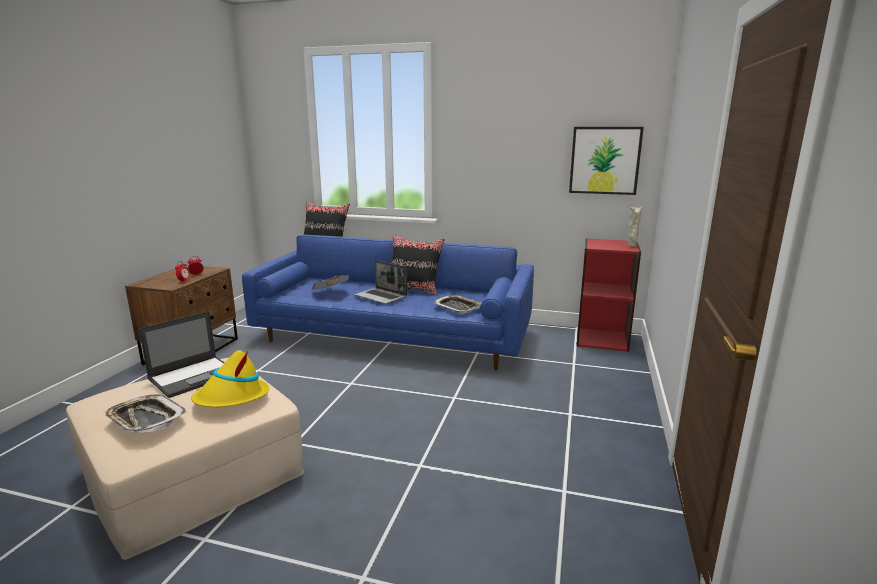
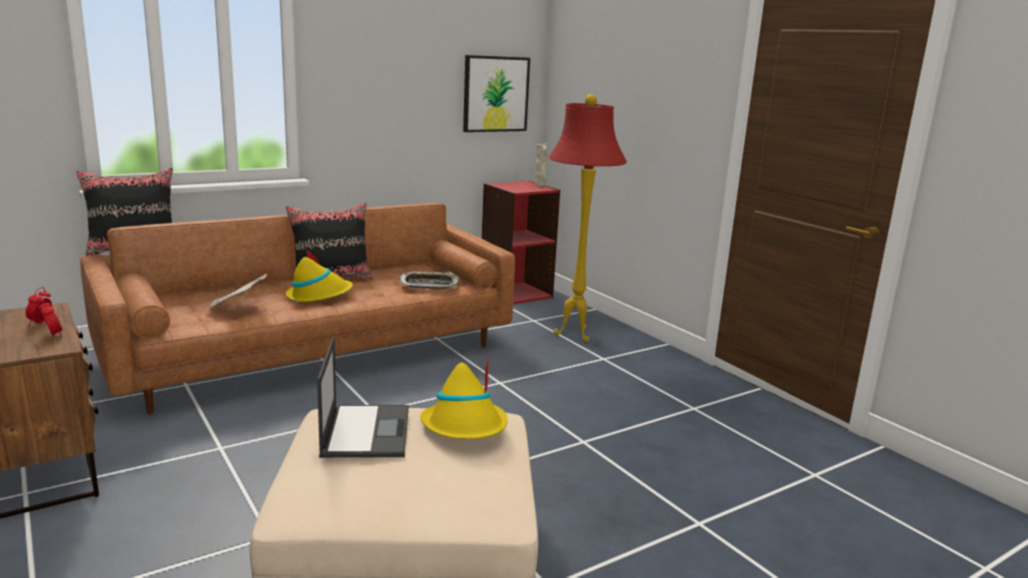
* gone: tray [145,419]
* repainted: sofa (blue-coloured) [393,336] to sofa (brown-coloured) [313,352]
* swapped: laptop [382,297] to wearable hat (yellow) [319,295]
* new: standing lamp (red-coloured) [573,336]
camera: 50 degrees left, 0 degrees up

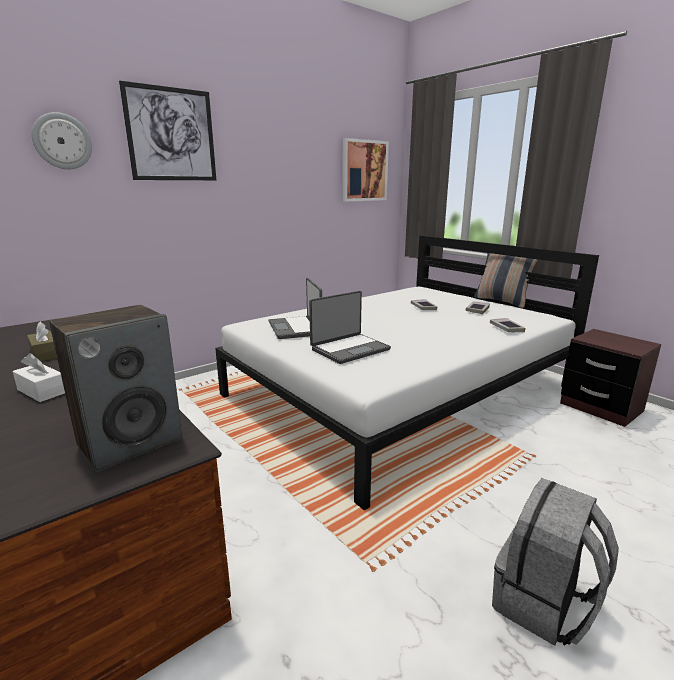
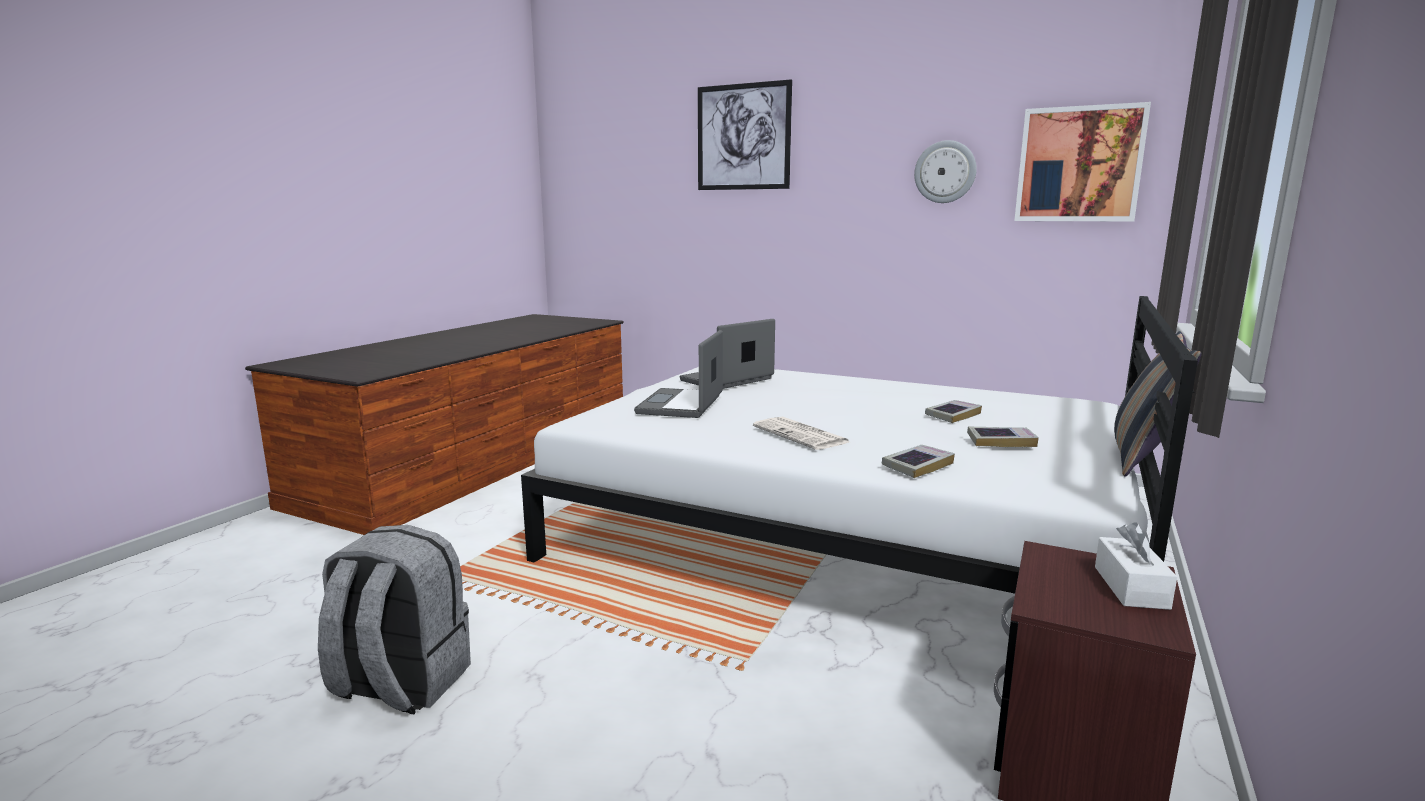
* shifted: box of tissues (white) [42,391] to [1131,587]
* gone: box of tissues (brown-coloured) [45,354]
* shifted: clock on the wall [62,141] to [945,172]
* gone: loudspeaker [131,441]
* rotated: laptop [349,349] = [682,405] 75 degrees clockwise
* new: newspaper [802,435]
camera: 65 degrees right, 5 degrees down

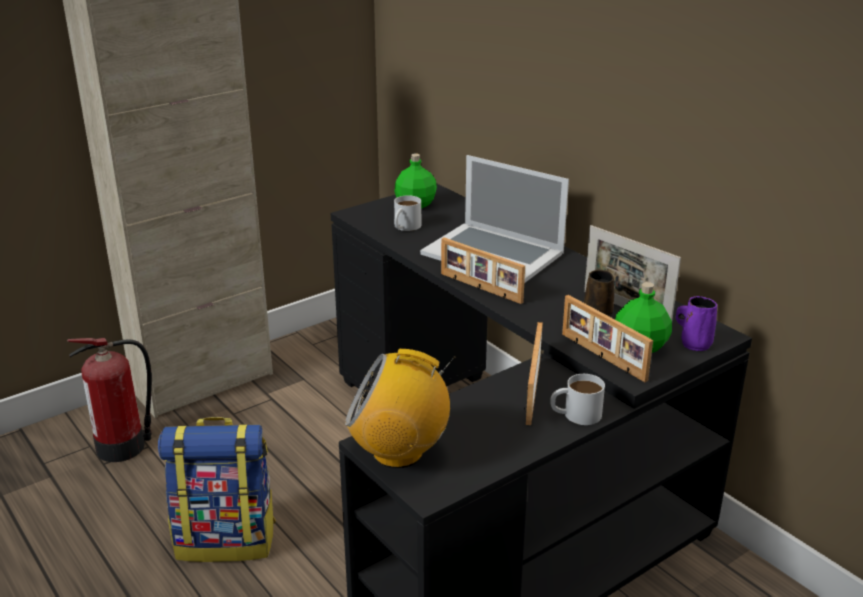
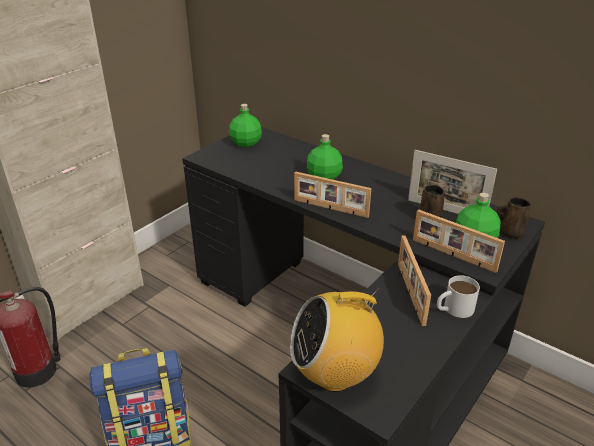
* gone: tea mug (white) [405,227]
* swapped: laptop [493,253] to beverage bottle (greenish) [324,177]
* repainted: tea mug (purplish) [694,343] to tea mug (brown-coloured) [510,233]
camera: 15 degrees left, 5 degrees up

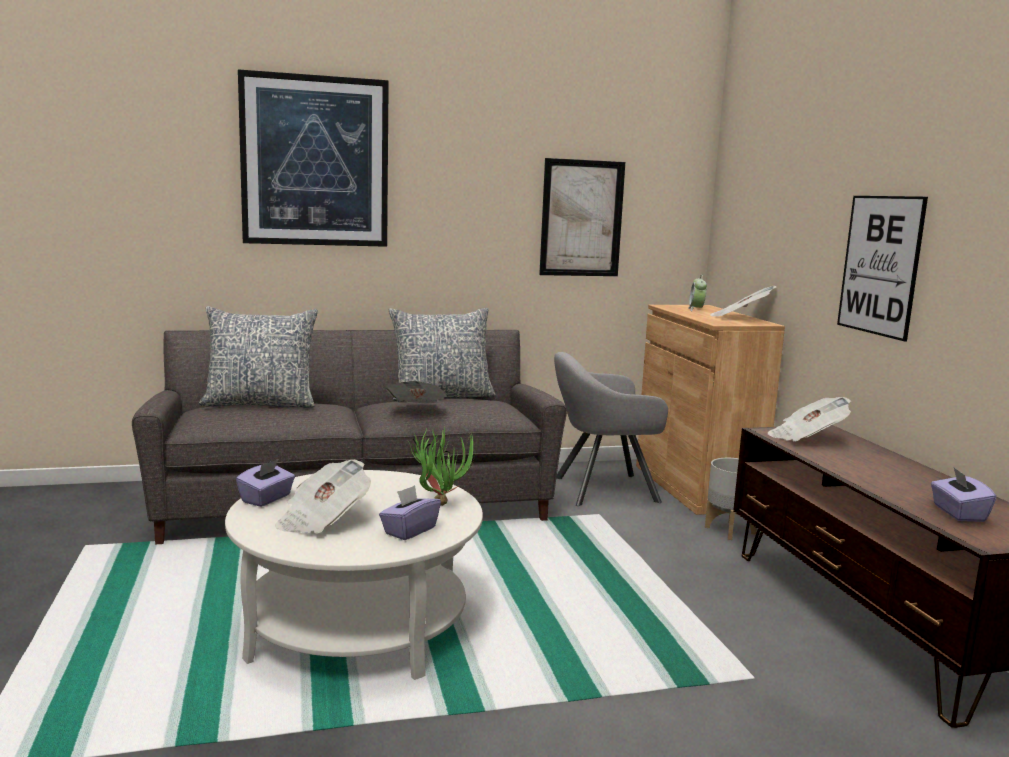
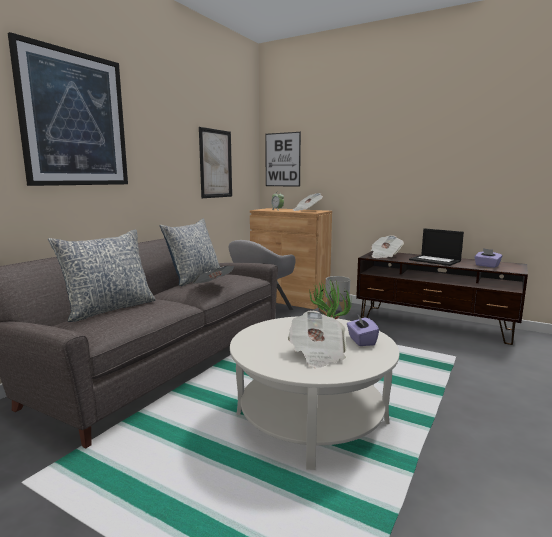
* gone: box of tissues (purplish) [266,499]
* shifted: picture [880,265] to [282,159]
* new: laptop [435,260]
camera: 45 degrees left, 0 degrees up

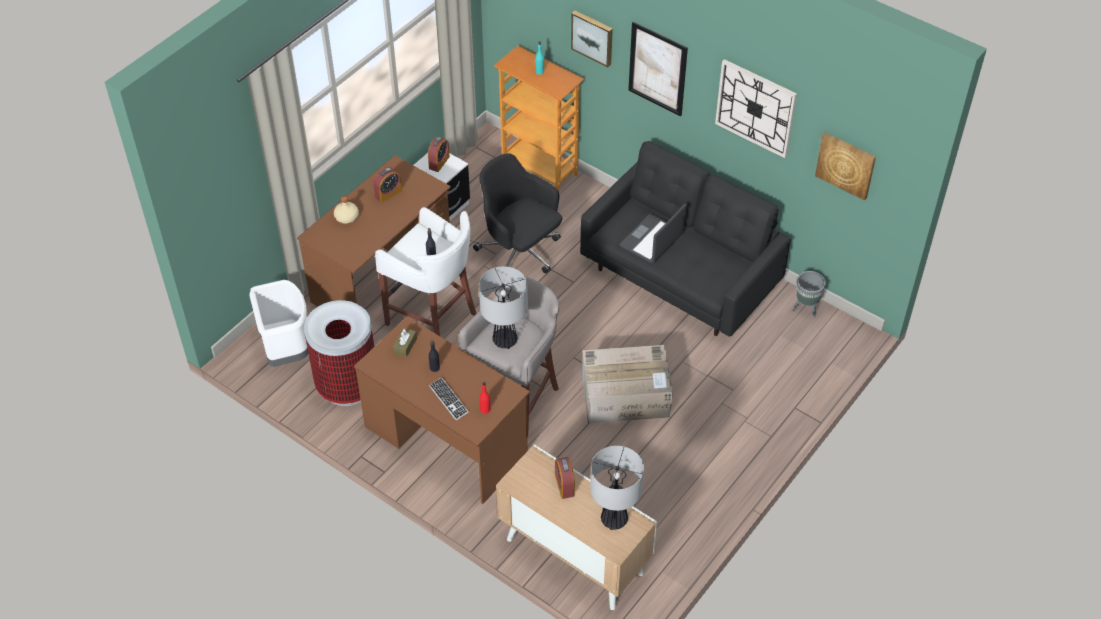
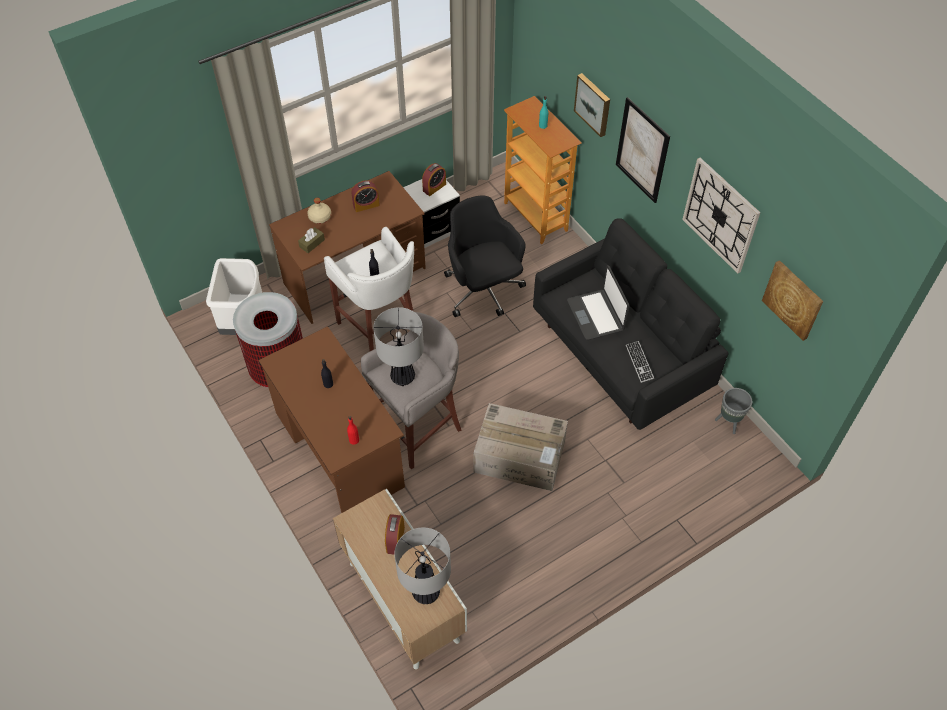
* shifted: box of tissues (brown-coloured) [405,346] to [312,243]
* shifted: computer keyboard [448,399] to [639,362]
* rotated: laptop [652,240] = [596,315] 75 degrees counterclockwise
camera: 20 degrees right, 5 degrees up

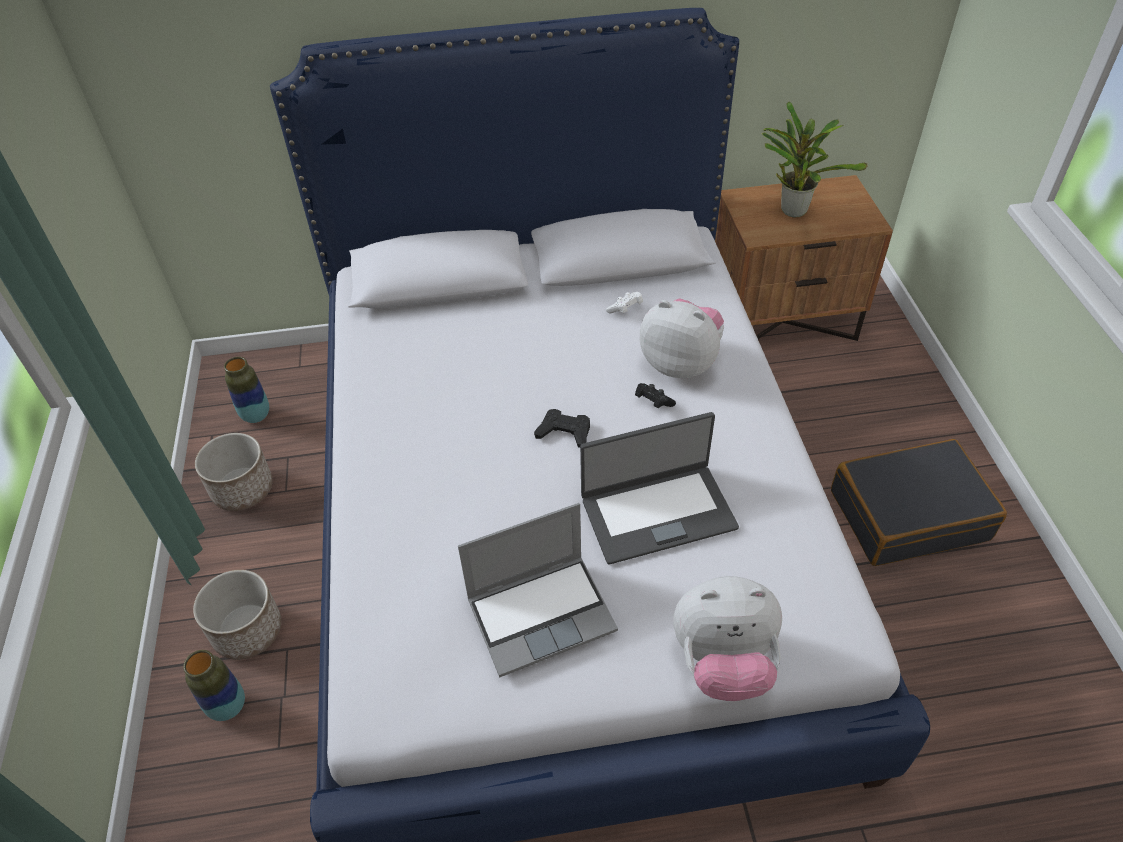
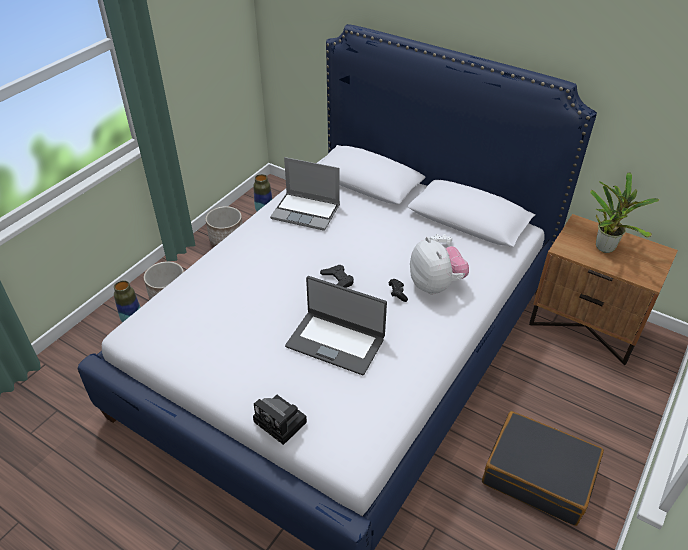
* shifted: laptop [542,613] to [307,212]
* swapped: plush toy [723,662] to still camera [282,423]
camera: 40 degrees right, 5 degrees down

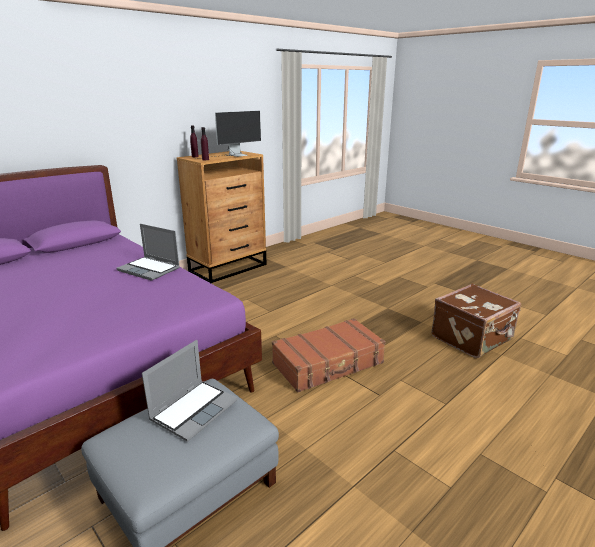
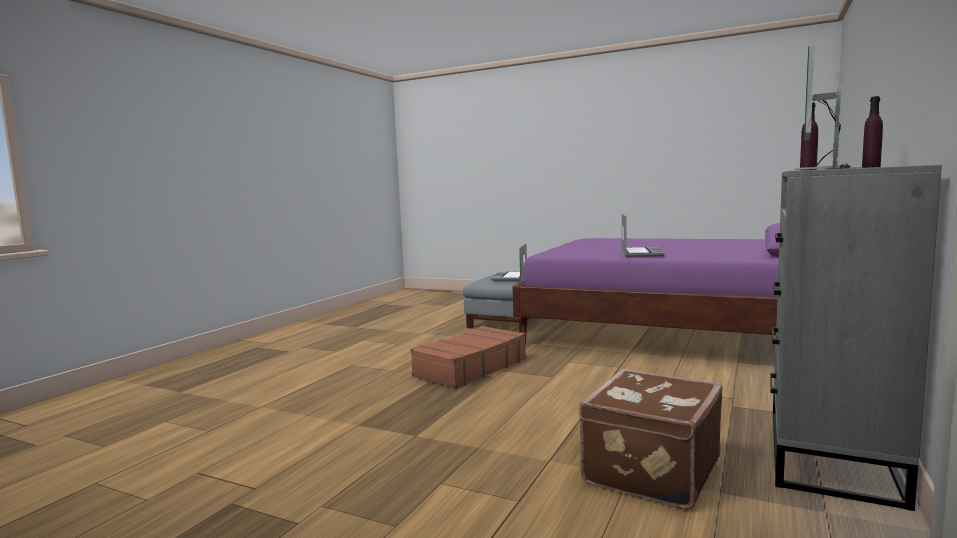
* rotated: laptop [150,269] = [640,253] 90 degrees clockwise
* repainted: chest of drawers (brown-coloured) [228,267] to chest of drawers (greyish) [830,456]
* shifted: suitcase (brown-coloured) [472,339] to [649,471]
camera: 160 degrees right, 15 degrees down

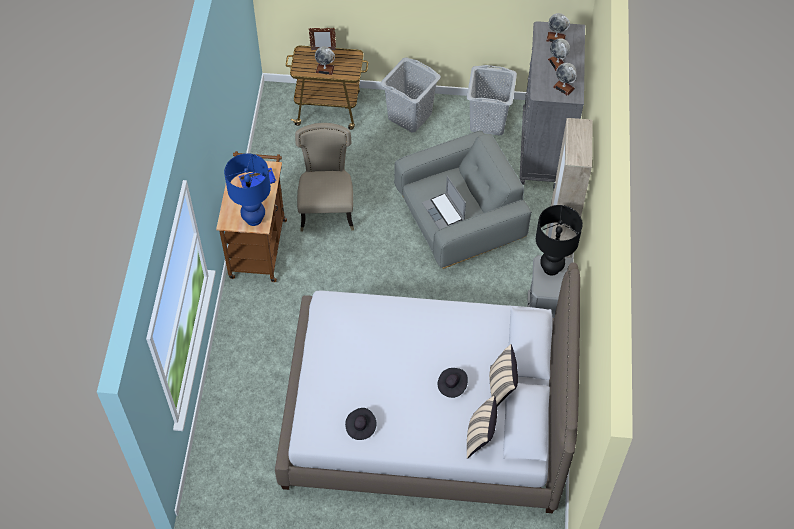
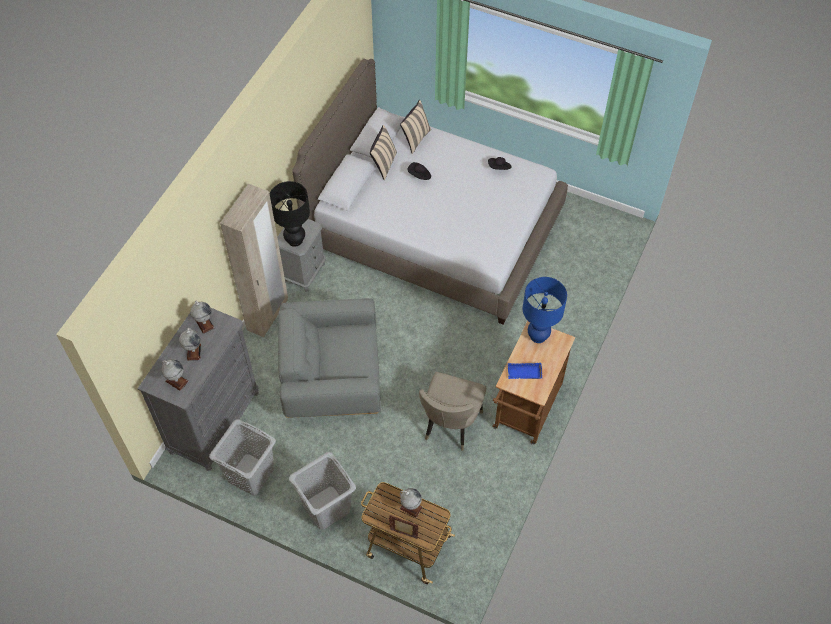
* gone: laptop [444,212]
camera: 160 degrees left, 0 degrees up

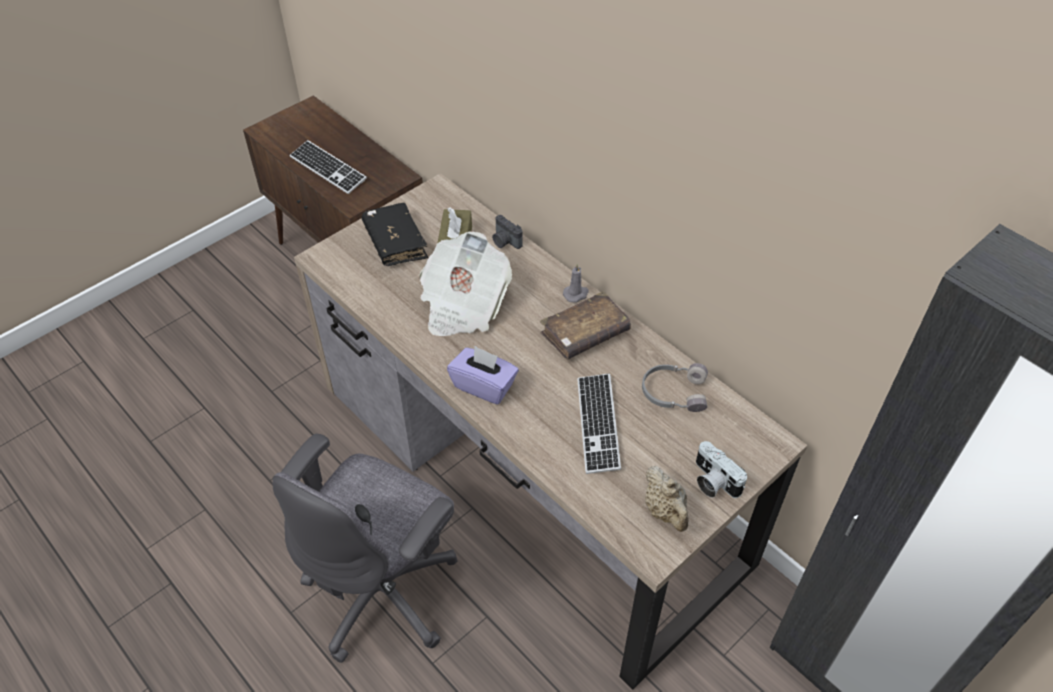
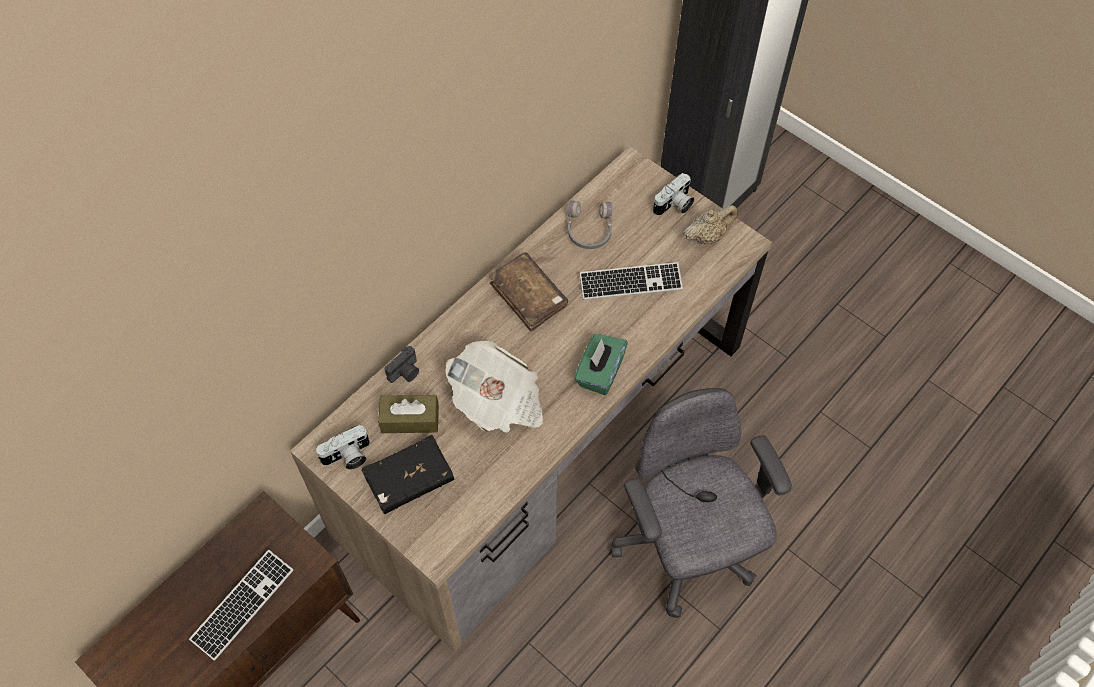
* rotated: computer chair (greyish) [384,590] = [685,548] 135 degrees counterclockwise
* repainted: box of tissues (purplish) [484,385] to box of tissues (greenish) [599,372]
* gone: wax candle (greyish) [576,294]
* new: still camera [348,457]
camera: 95 degrees left, 10 degrees up

